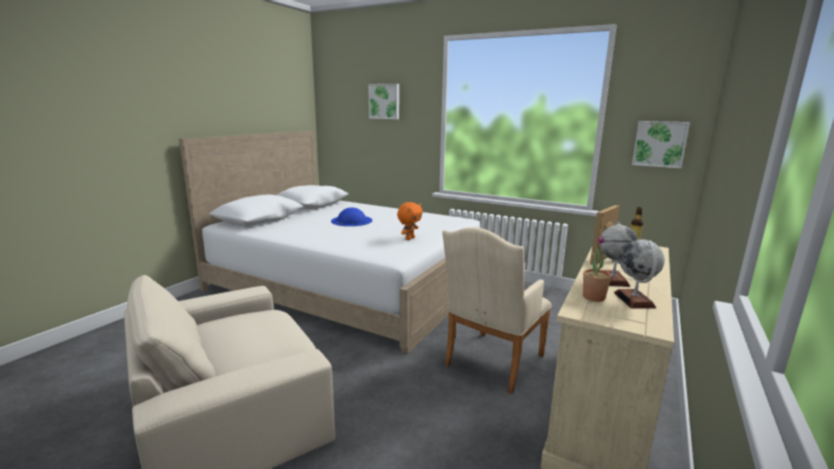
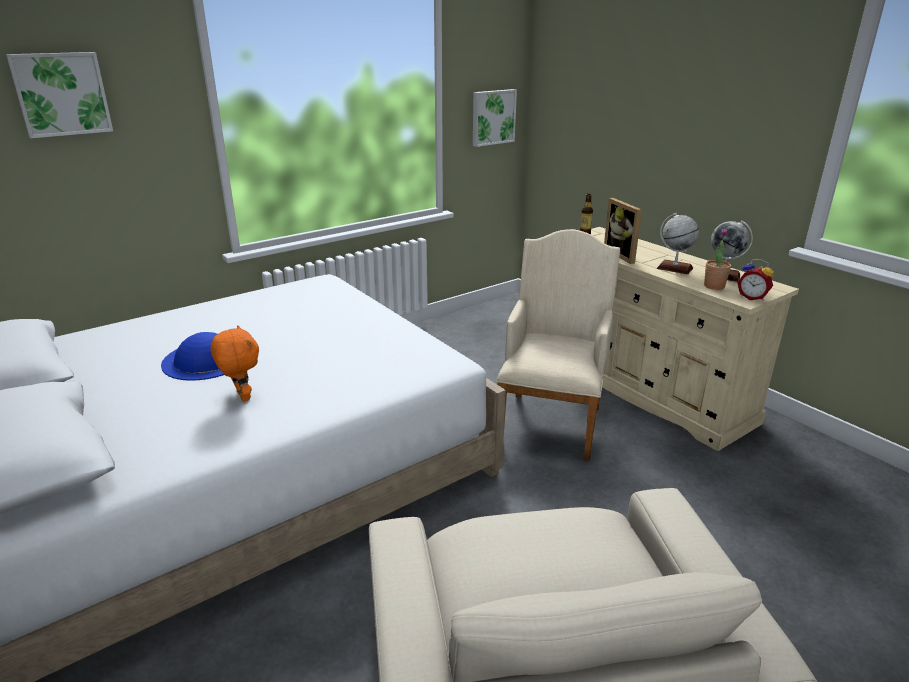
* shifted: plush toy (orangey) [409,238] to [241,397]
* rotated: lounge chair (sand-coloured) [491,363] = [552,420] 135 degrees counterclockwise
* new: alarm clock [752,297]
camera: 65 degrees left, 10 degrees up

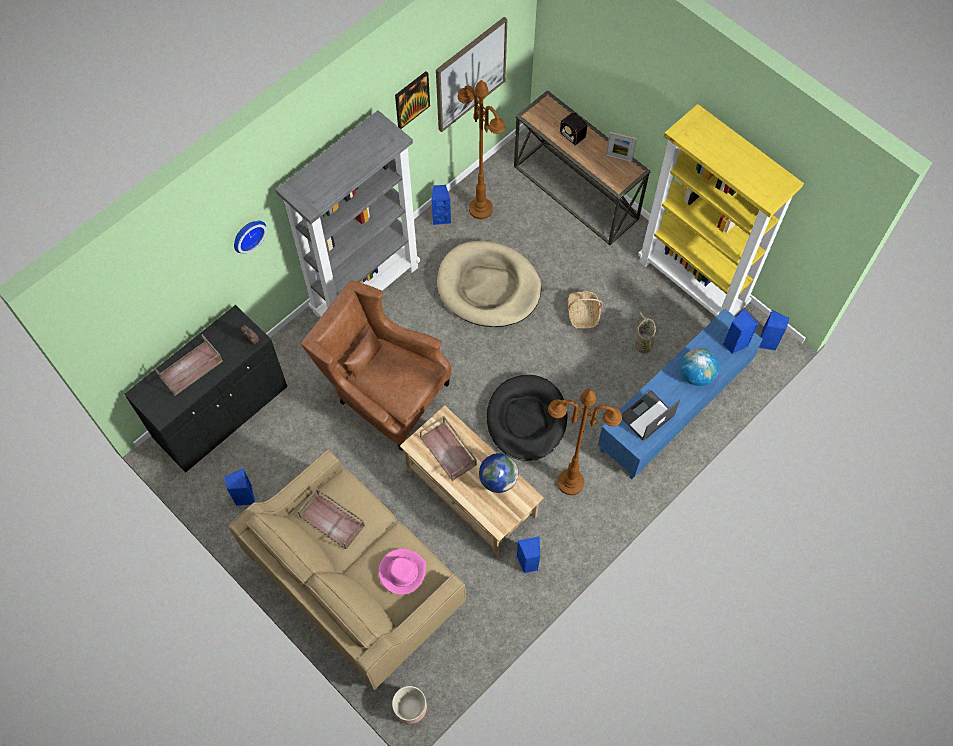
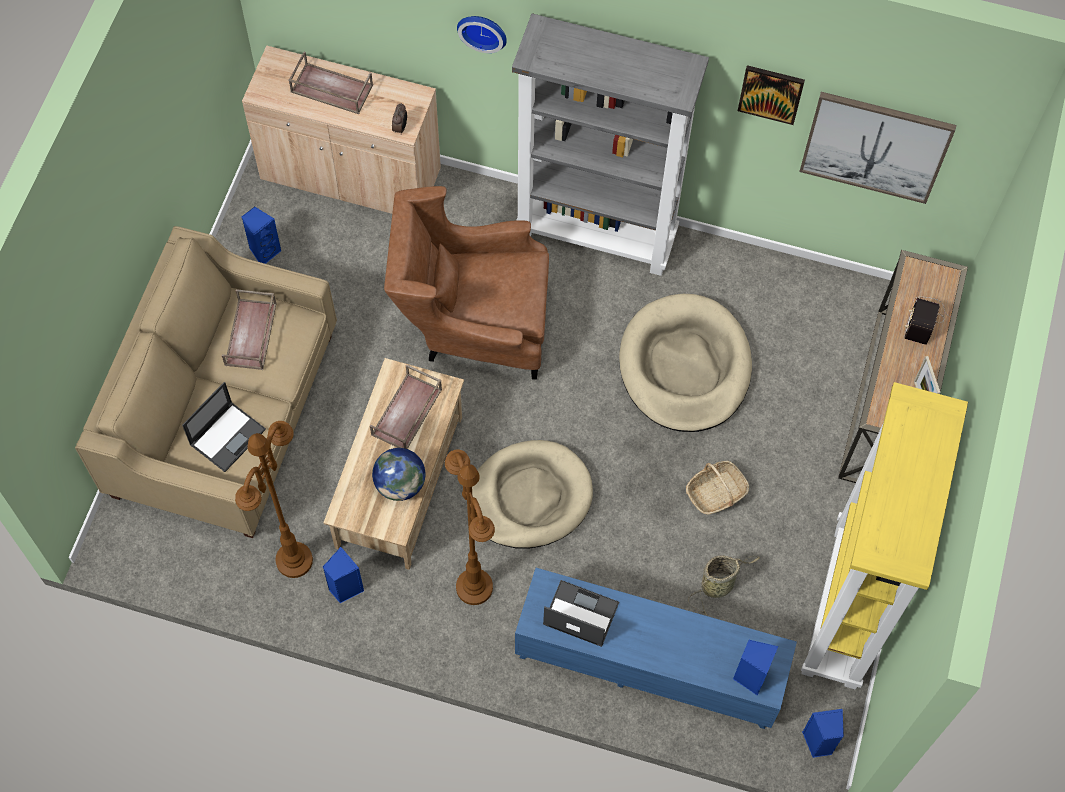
* repainted: cabinet (black-coloured) [221,413] to cabinet (sand-coloured) [350,175]
* rotated: lounge chair (brown-coloured) [384,392] = [473,324] 90 degrees counterclockwise
* swapped: wearable hat (pinkish) [402,572] to laptop [228,436]
* gone: planter [410,707]
* gone: loudspeaker (blue-coloured) [441,217]
* shifted: standing lamp (brown-coloured) [481,209] to [294,561]
* repainted: pet bed (black-coloured) [526,419] to pet bed (sand-coloured) [529,497]
* gone: desk globe [696,375]
camera: 60 degrees right, 0 degrees up

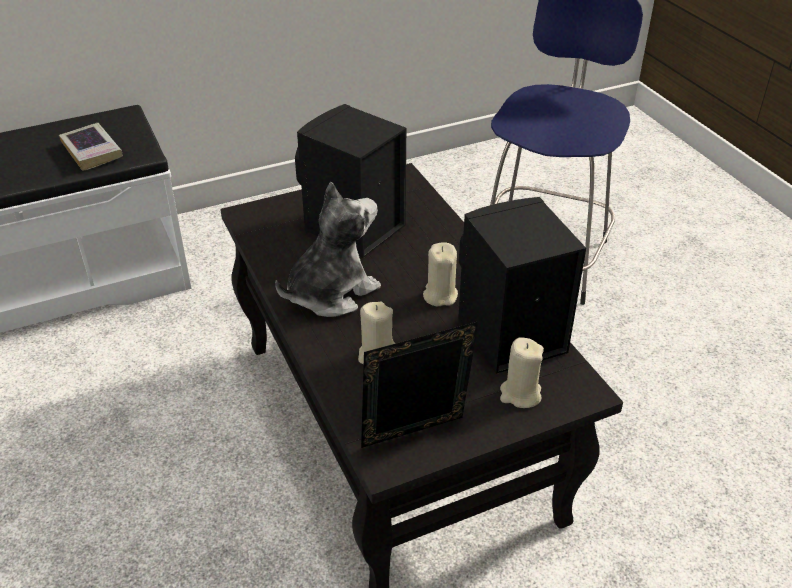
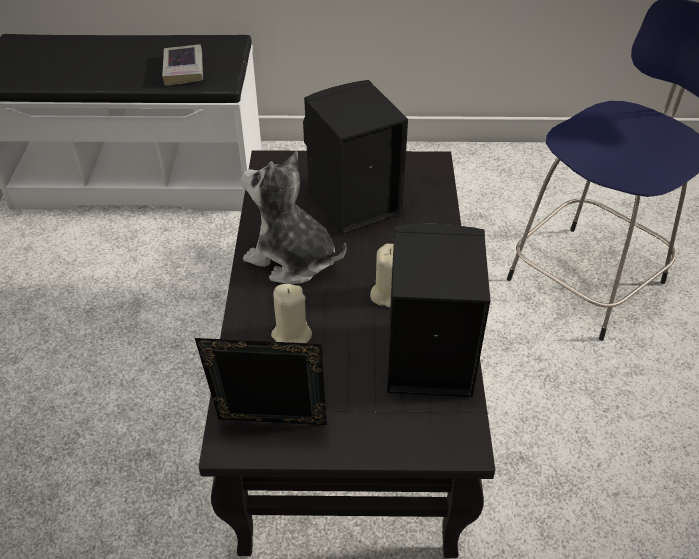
* rotated: plush toy [331,292] = [292,259] 135 degrees counterclockwise
* gone: wax candle (sand-coloured) [520,394]
camera: 25 degrees right, 5 degrees up

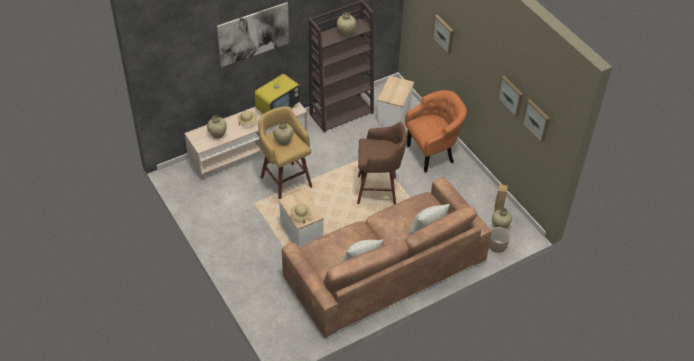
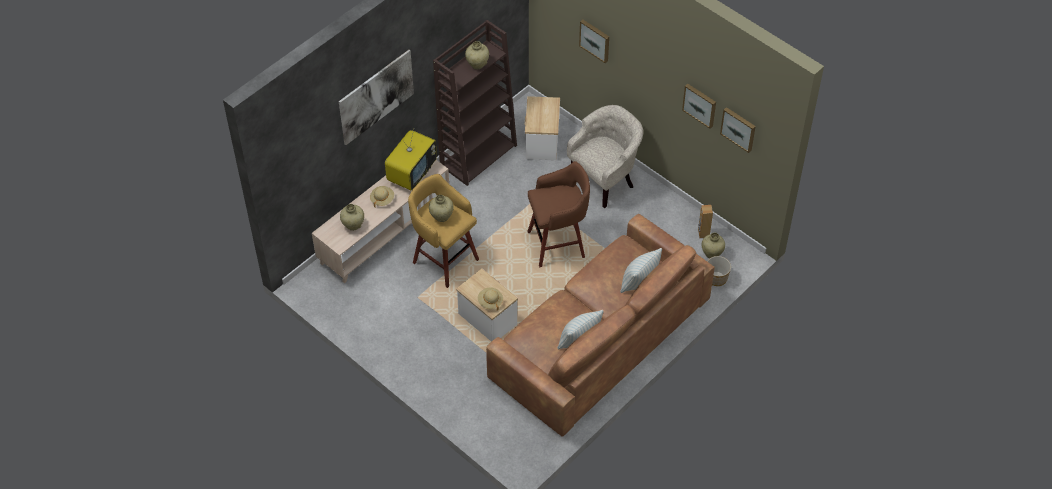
* repainted: lounge chair (orangey) [433,153] to lounge chair (sand-coloured) [605,181]
camera: 15 degrees left, 5 degrees up

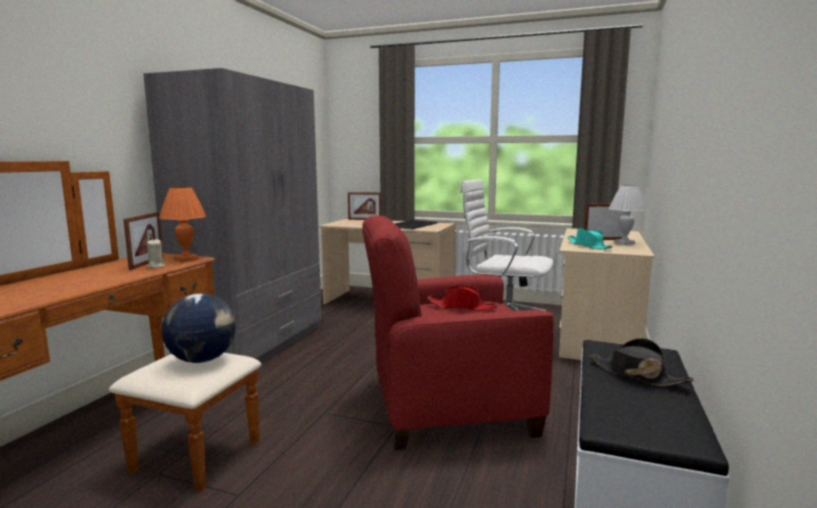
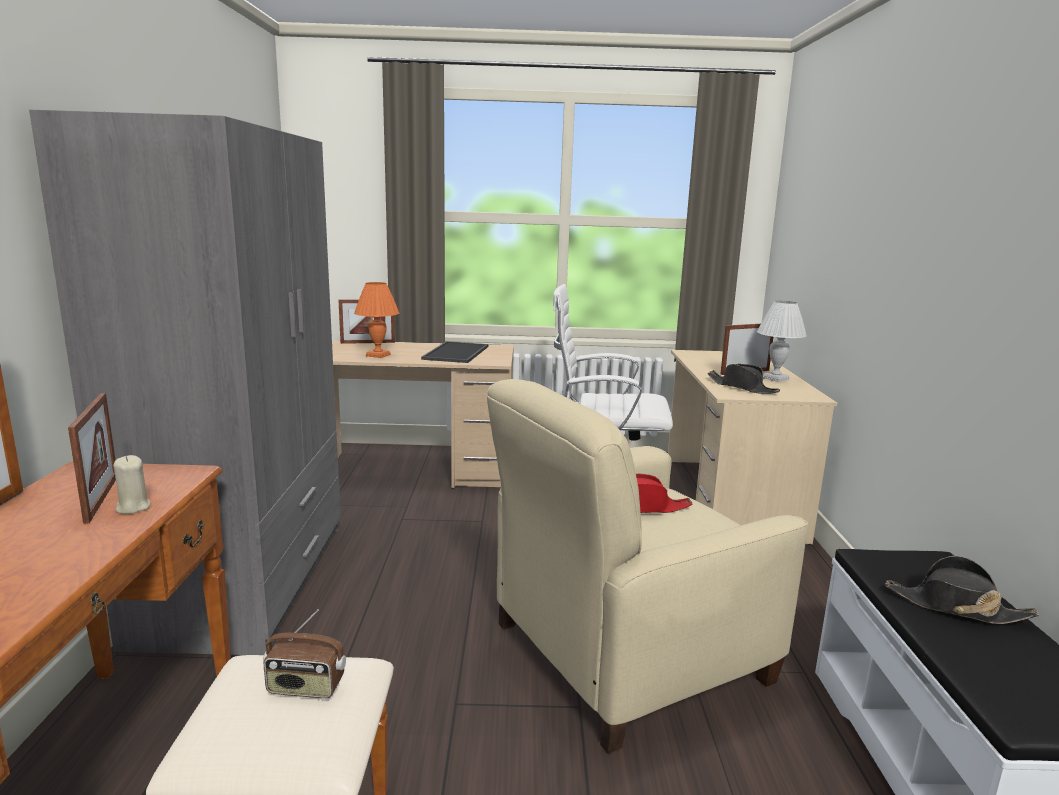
* shifted: lamp for a table (orangey) [186,259] to [378,355]
* swapped: desk globe [203,360] to radio set [305,687]
* repainted: lounge chair (red-coloured) [448,406] to lounge chair (sand-coloured) [626,653]
* repainted: wearable hat (turquoise-coloured) [589,246] to wearable hat (black-coloured) [742,387]
camera: 20 degrees left, 5 degrees up

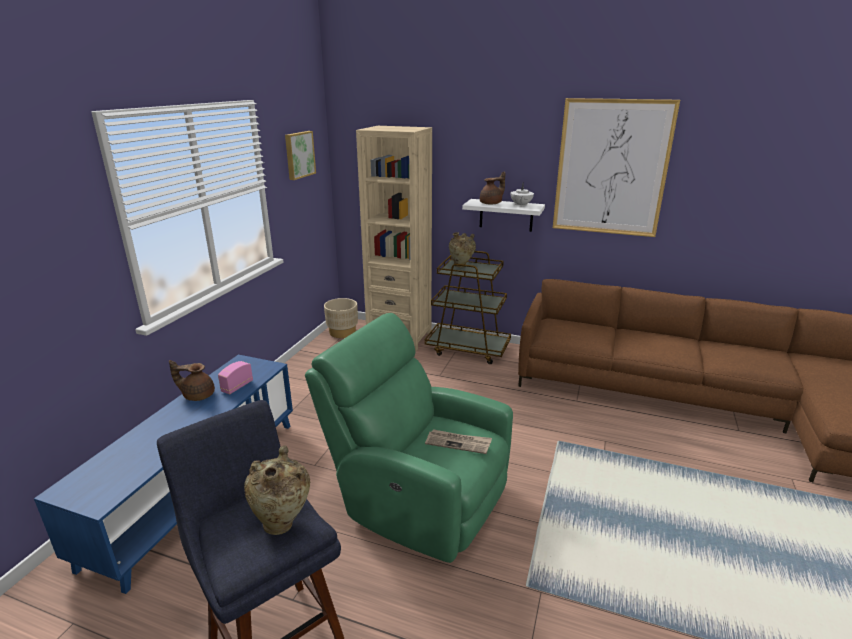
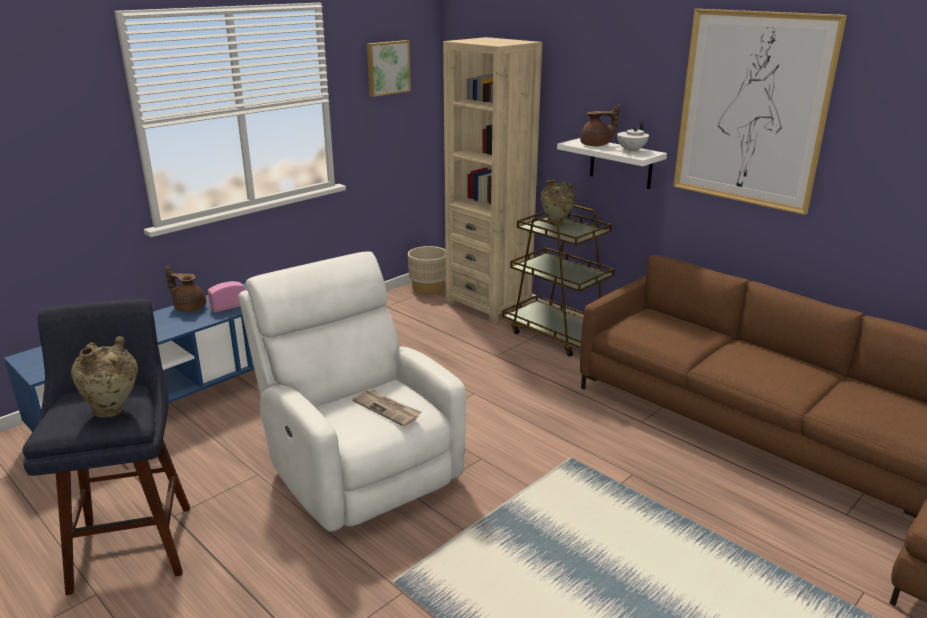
* repainted: lounge chair (greenish) [418,498] to lounge chair (white) [359,468]
camera: 25 degrees right, 0 degrees up

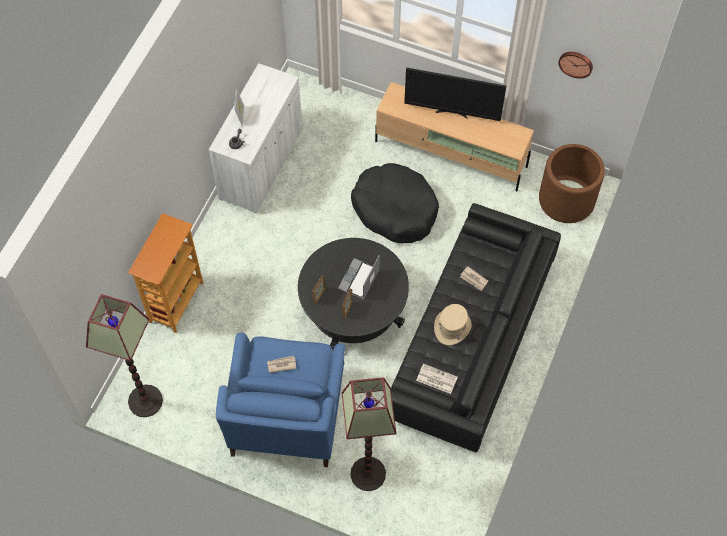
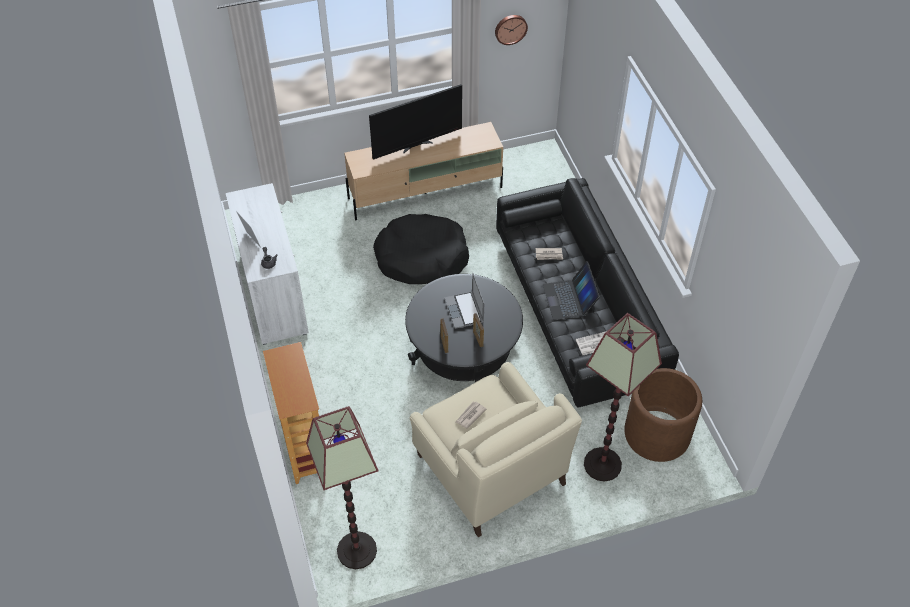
* repainted: lounge chair (blue-coloured) [286,414] to lounge chair (sand-coloured) [490,468]
* swapped: wearable hat (sand-coloured) [452,327] to laptop [569,299]
* shifted: planter (brown-coloured) [566,200] to [657,434]
camera: 40 degrees left, 10 degrees down

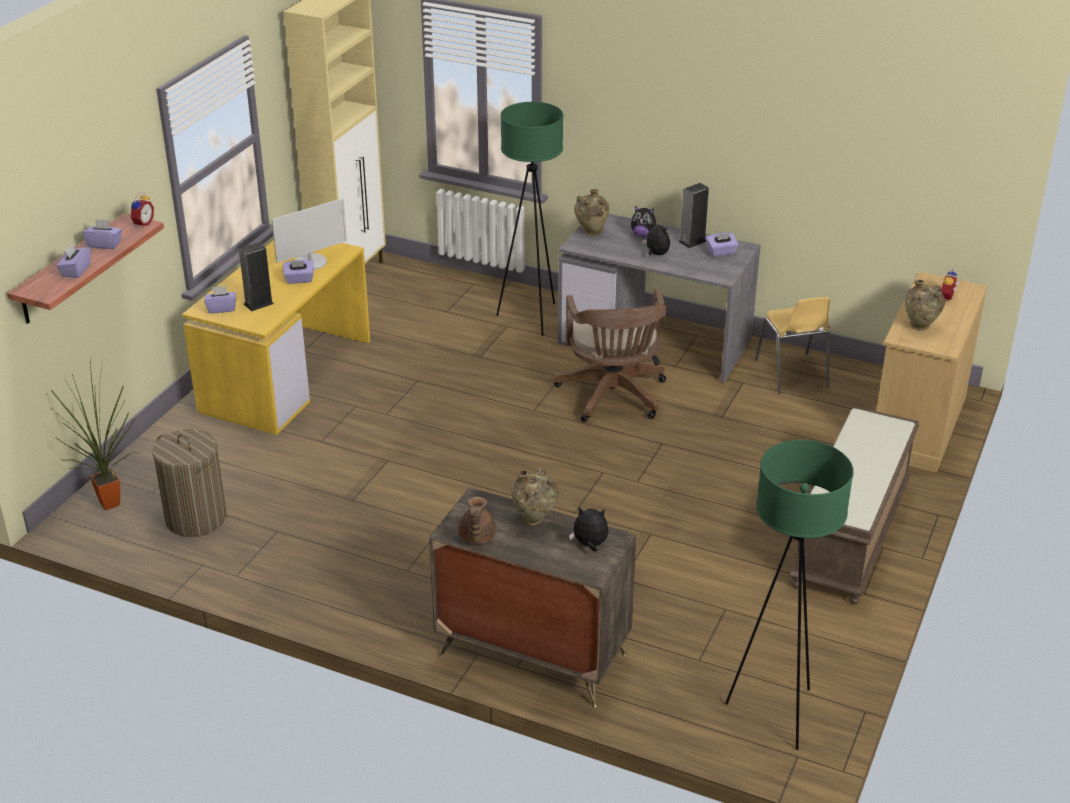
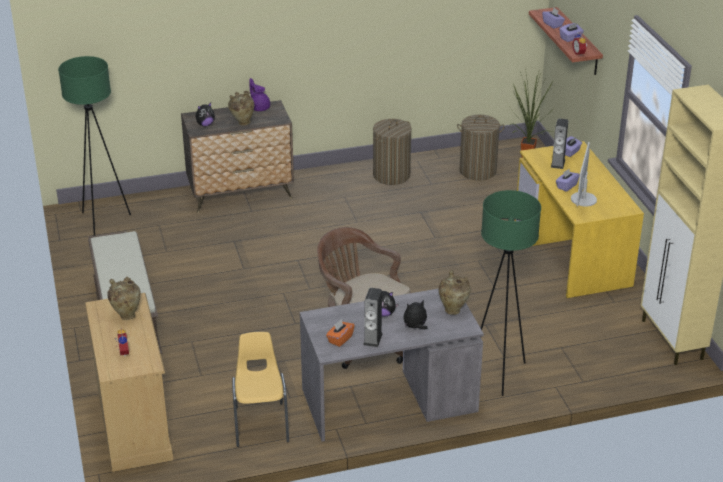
* repainted: pot for tea (brown-coloured) [476,537] to pot for tea (purplish) [259,107]
* repainted: box of tissues (purplish) [721,252] to box of tissues (orangey) [340,339]
* rotated: plain chair (yellow) [792,374] = [261,424] 45 degrees clockwise
* new: washing basket [391,175]
camera: 140 degrees right, 0 degrees up

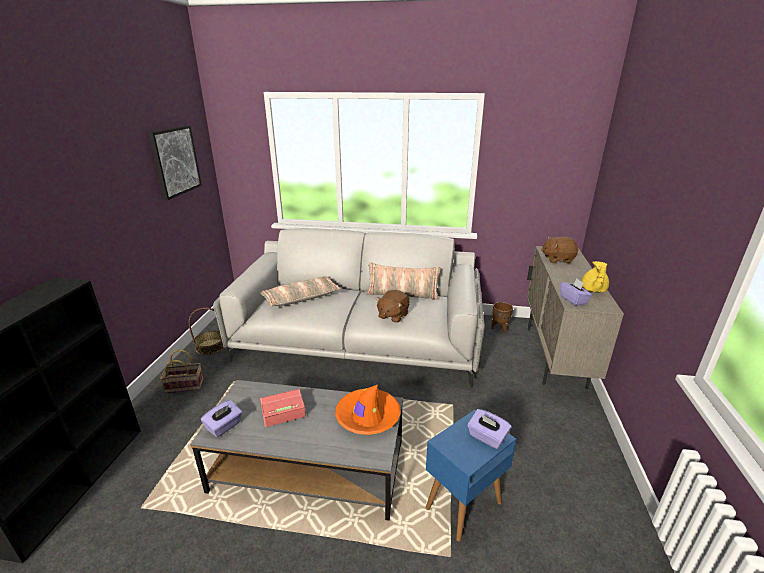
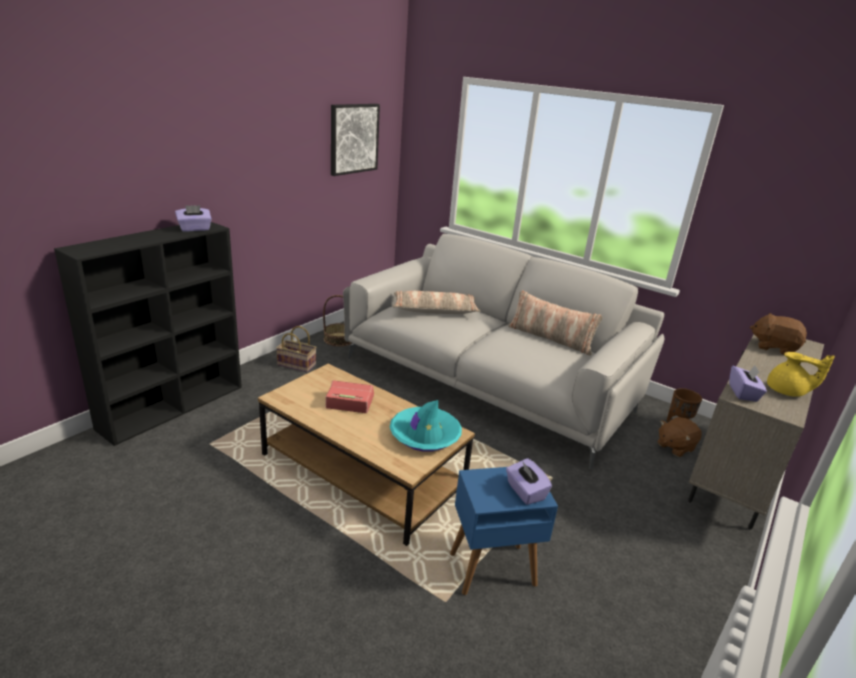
* repainted: lounge table (greyish) [309,467] to lounge table (brown-coloured) [362,471]
* shifted: box of tissues (purplish) [224,426] to [195,229]
* repainted: wearable hat (orangey) [367,417] to wearable hat (turquoise-coloured) [424,435]
* shifted: plush toy (brown-coloured) [392,315] to [675,447]
* rotated: pot for tea (yellow) [593,290] = [787,392] 105 degrees counterclockwise
camera: 25 degrees right, 0 degrees up

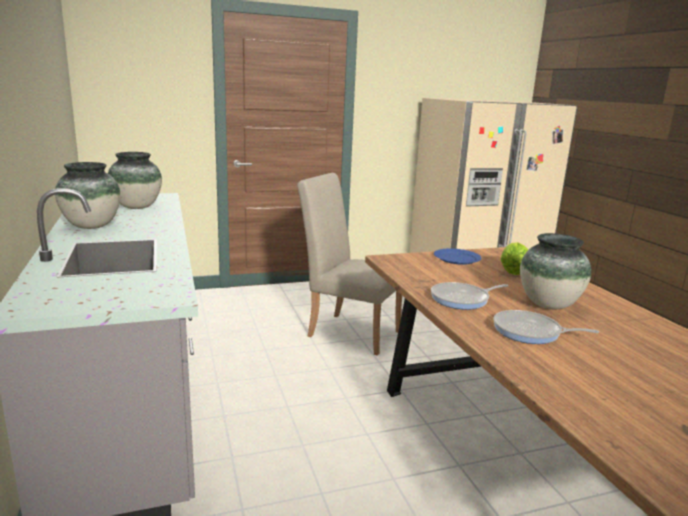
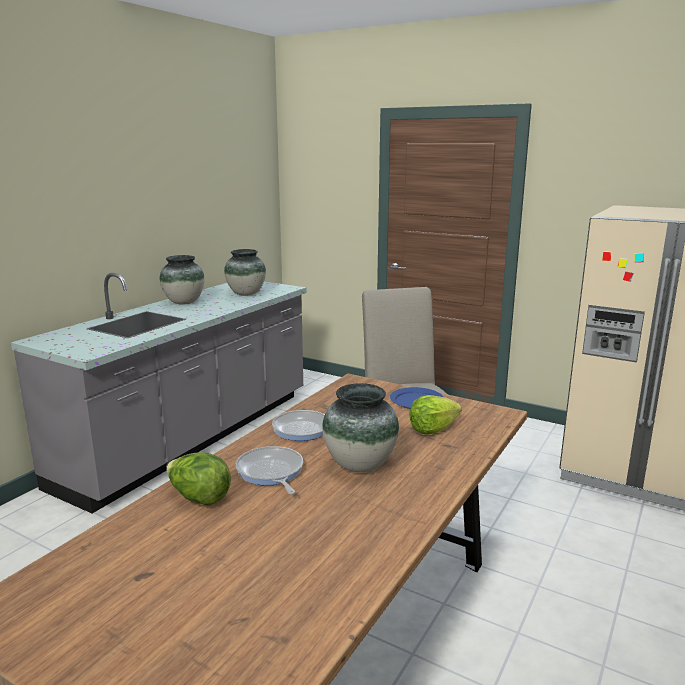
* new: lettuce head [199,498]
camera: 50 degrees right, 0 degrees up

